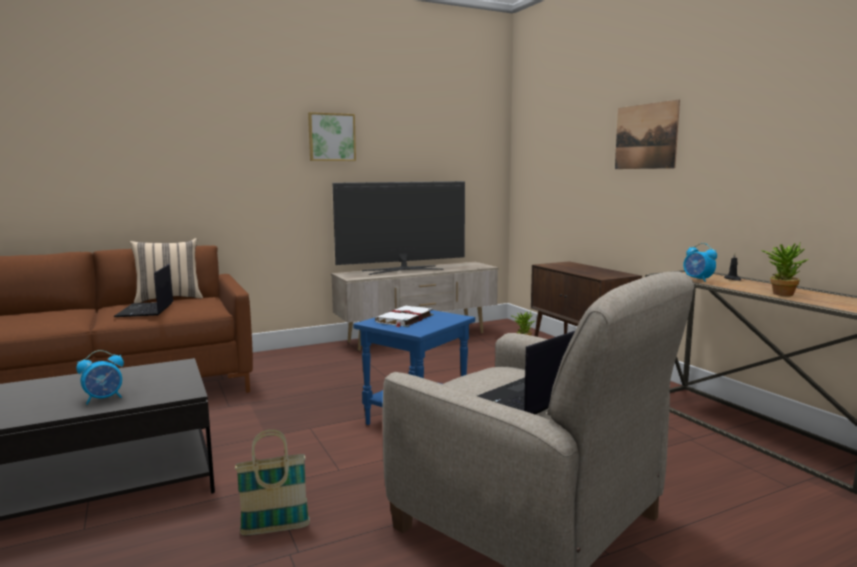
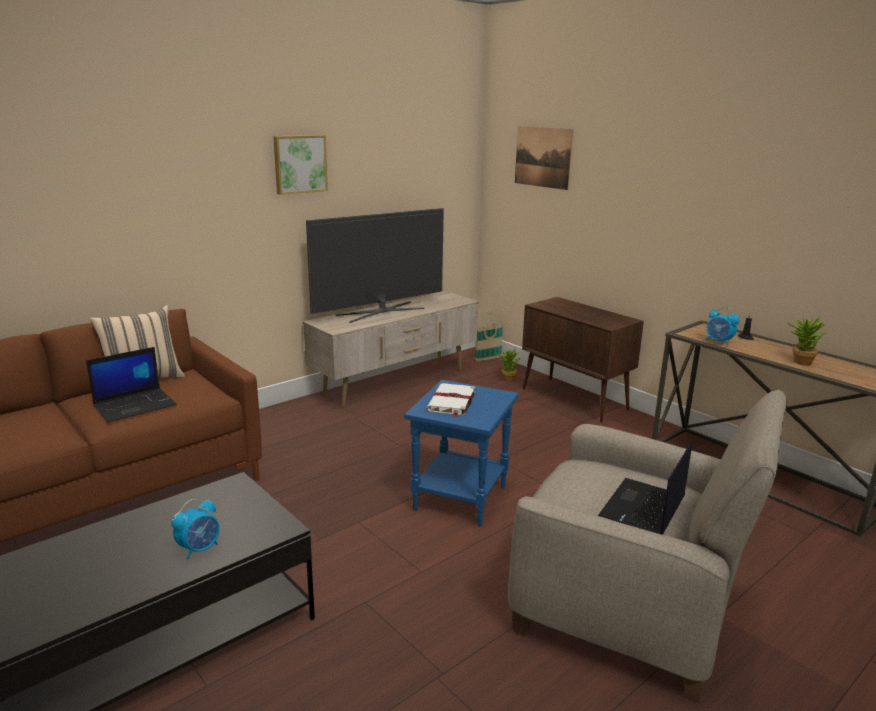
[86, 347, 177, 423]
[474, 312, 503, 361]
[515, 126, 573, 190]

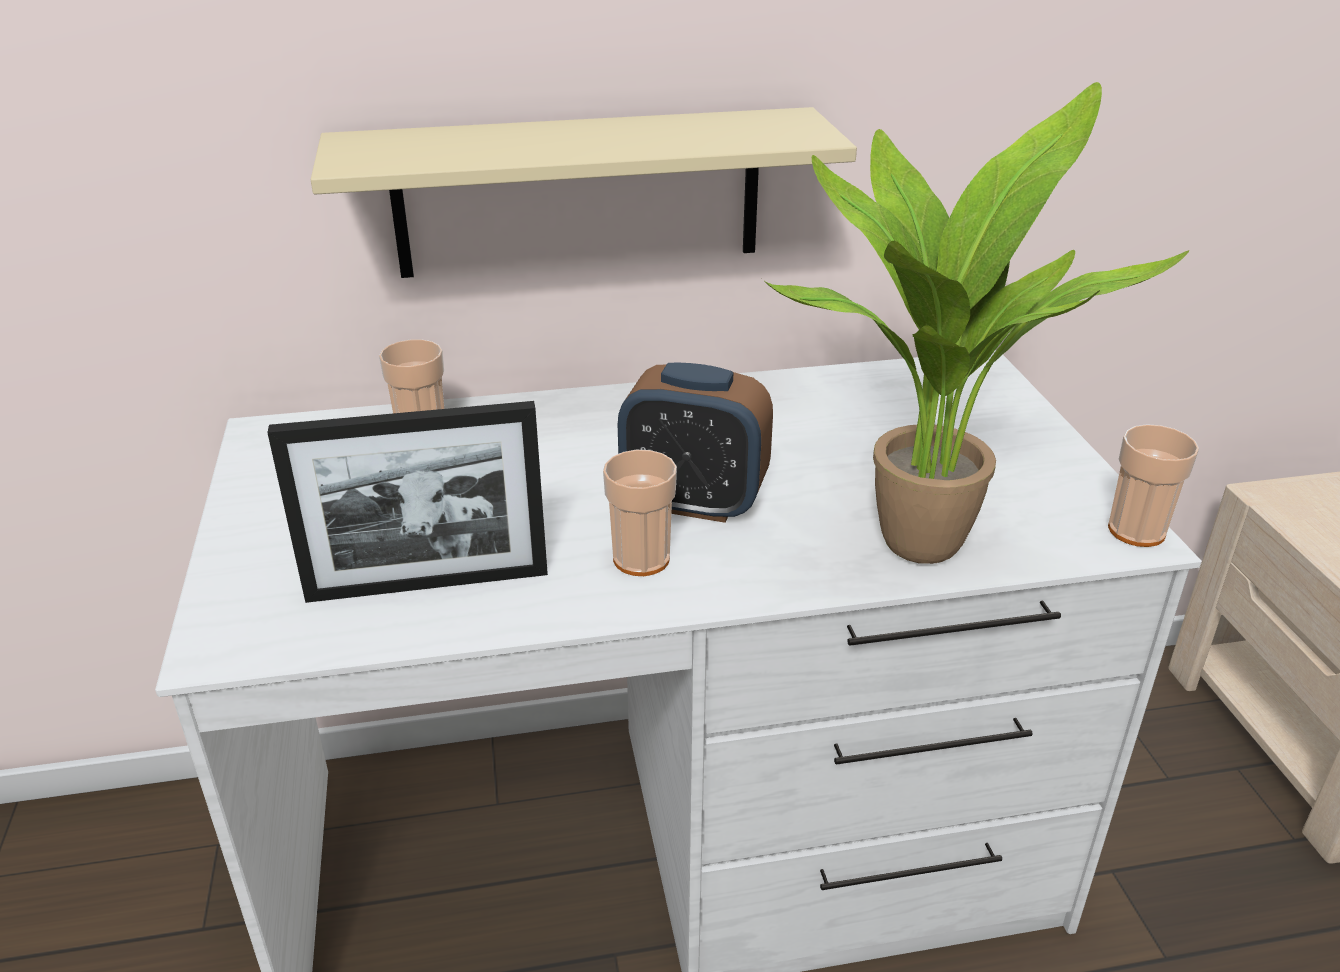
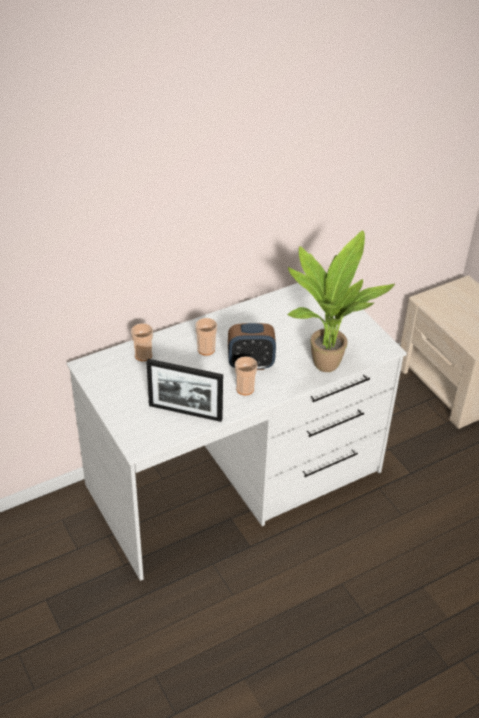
[146, 359, 223, 422]
[195, 318, 217, 356]
[311, 107, 857, 278] (first image)

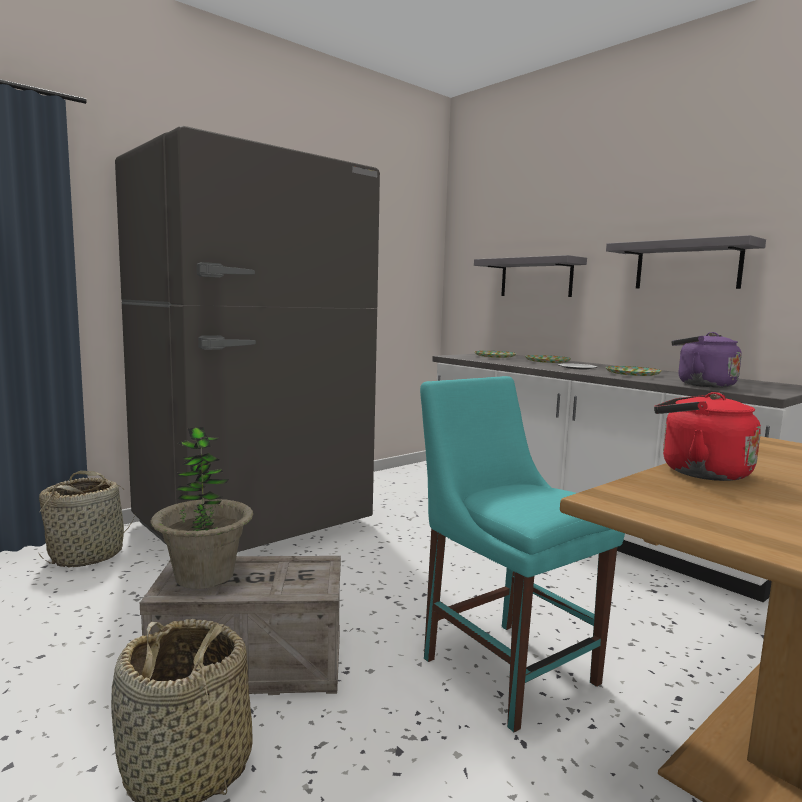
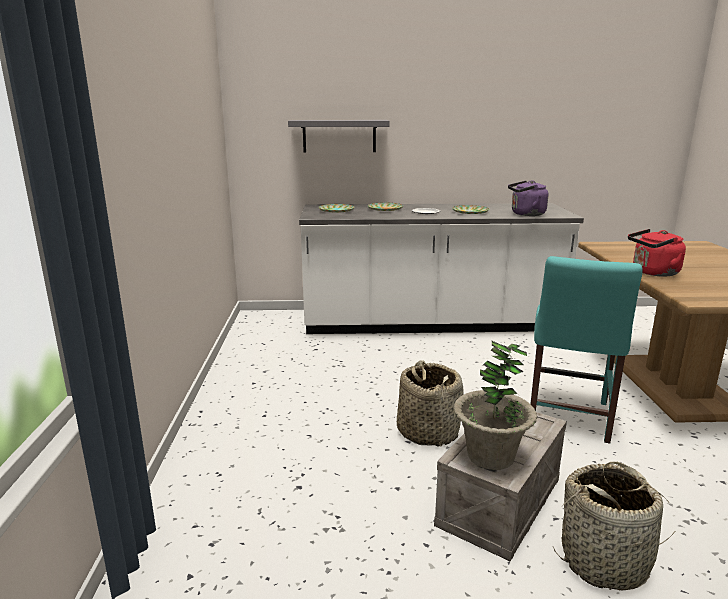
[397, 360, 464, 446]
[531, 256, 643, 443]
[115, 126, 380, 552] (first image)
[606, 235, 766, 289] (first image)

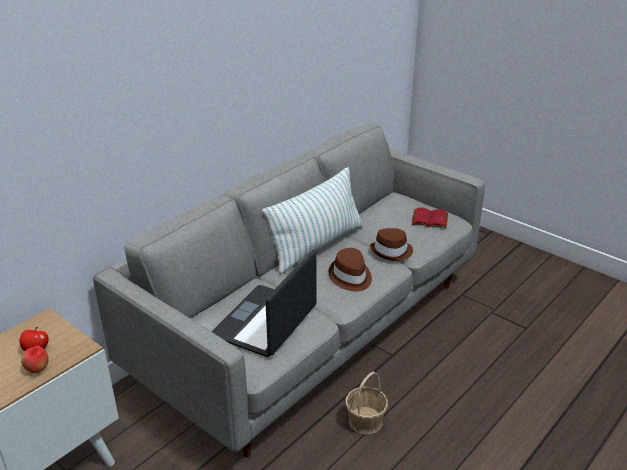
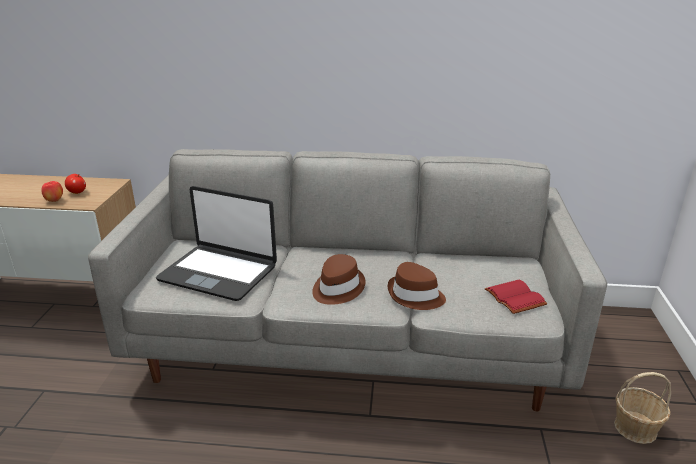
[156, 186, 277, 301]
[614, 372, 671, 444]
[262, 167, 364, 275] (first image)

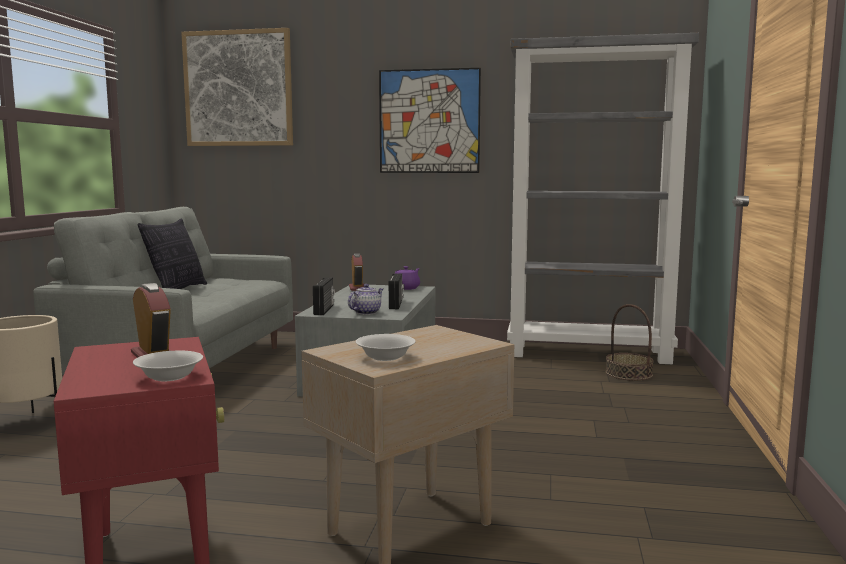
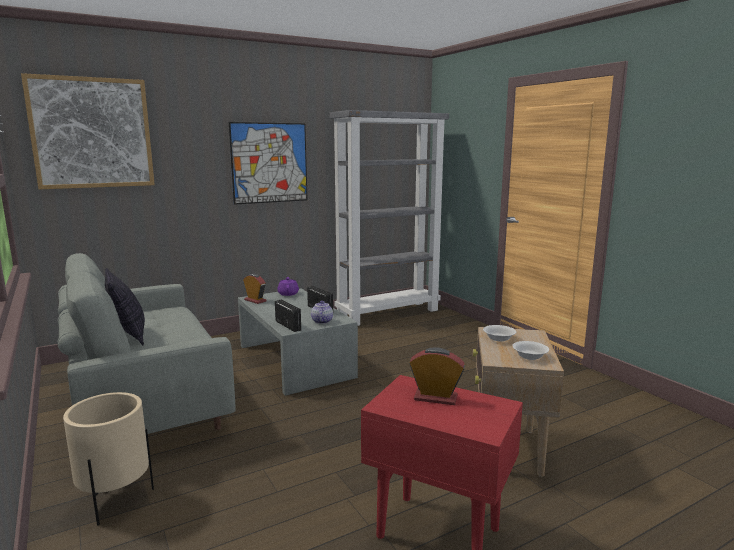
[483, 325, 516, 342]
[606, 304, 654, 381] (first image)

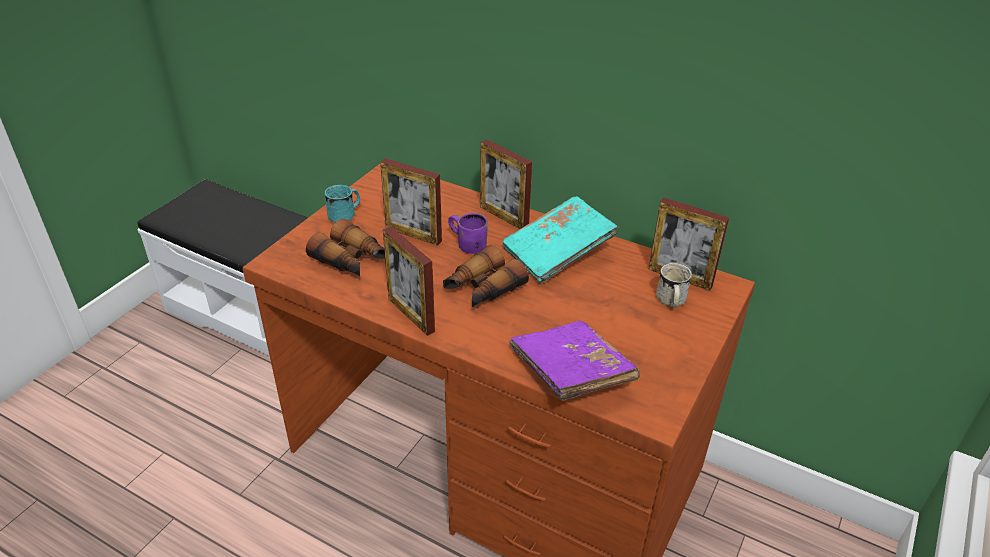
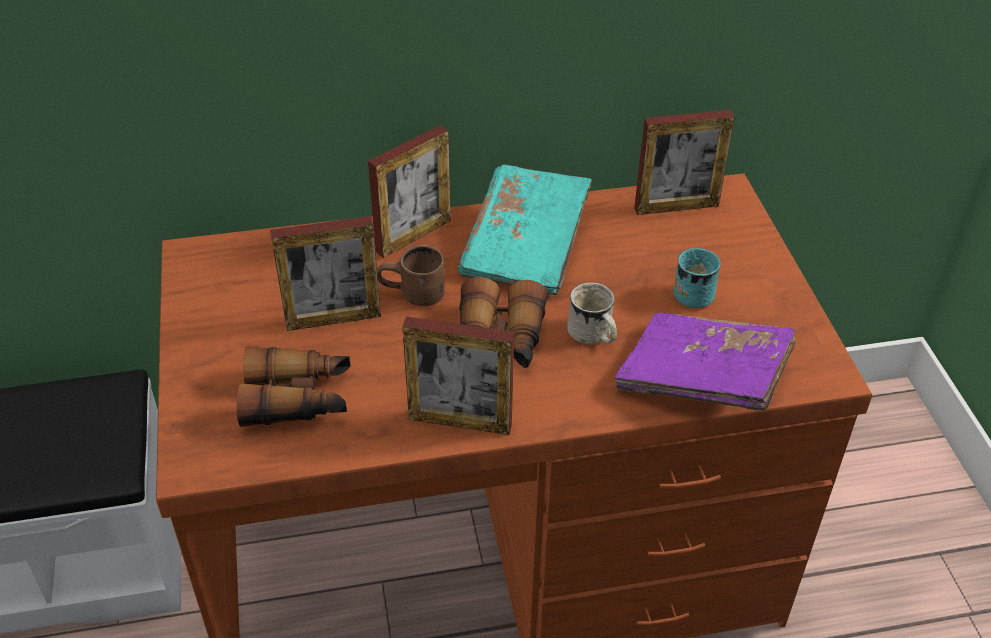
[368, 125, 451, 258]
[377, 245, 445, 306]
[567, 282, 617, 345]
[673, 248, 721, 308]

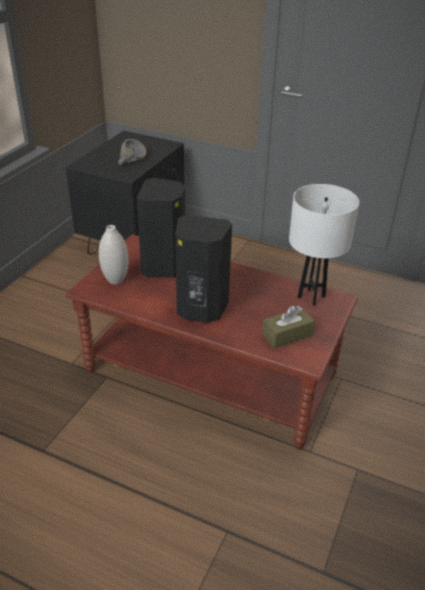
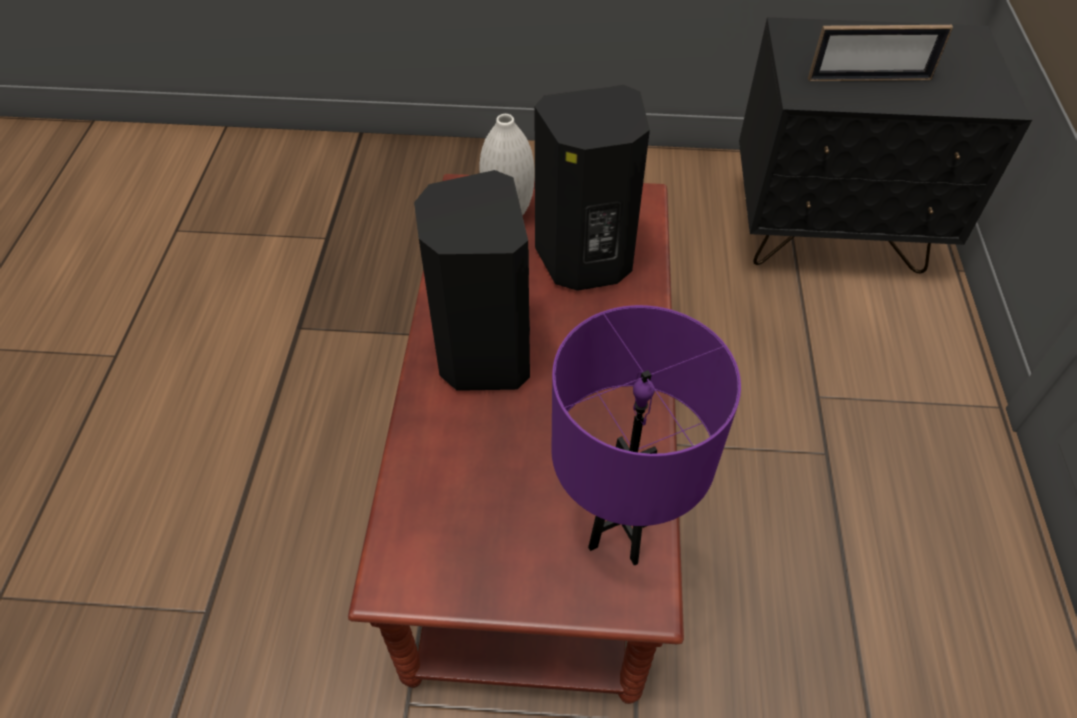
[552, 305, 741, 566]
[808, 25, 953, 81]
[262, 306, 315, 349] (first image)

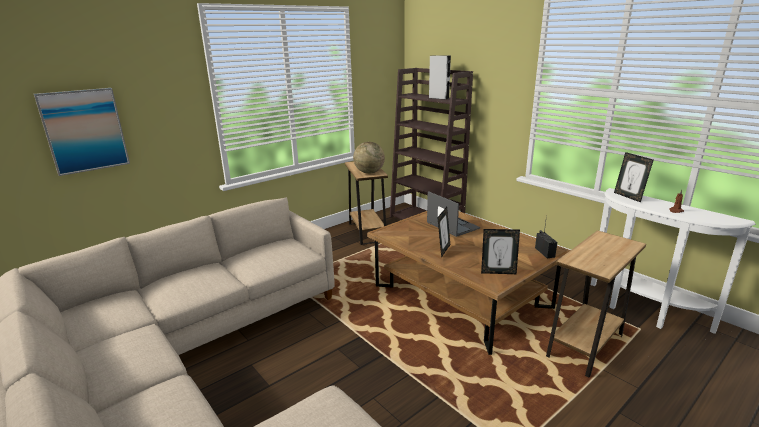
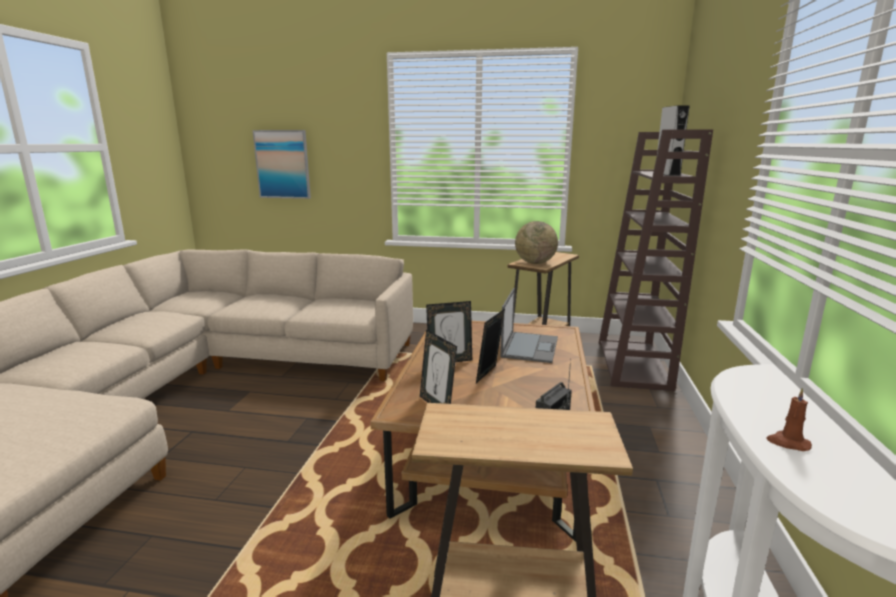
[476, 309, 505, 383]

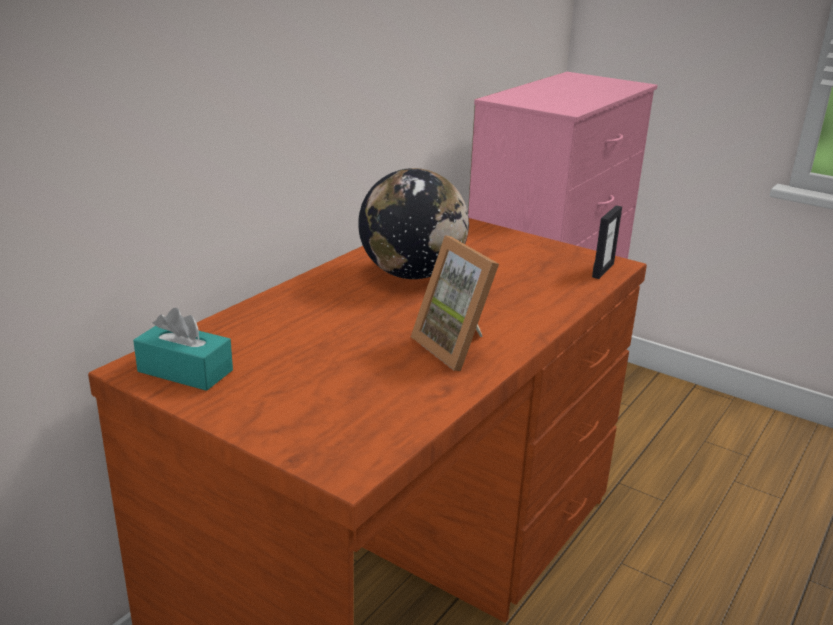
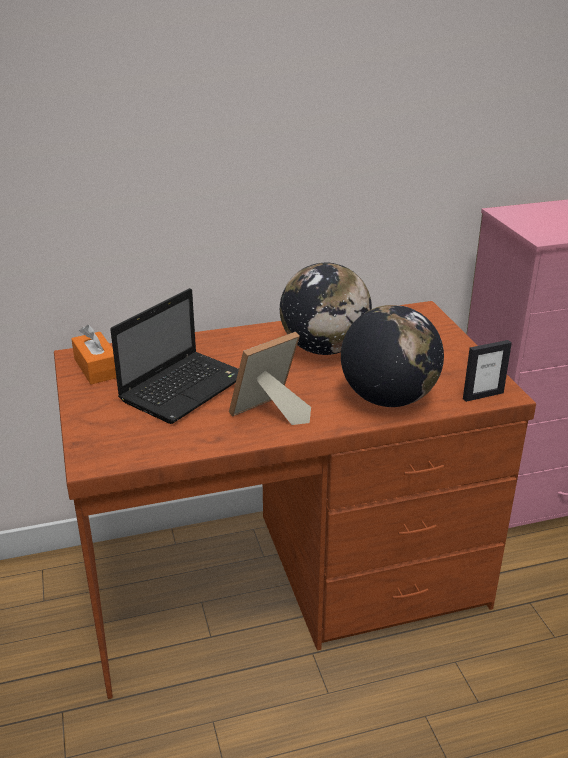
[71, 325, 116, 384]
[110, 288, 239, 424]
[229, 332, 311, 425]
[341, 305, 444, 407]

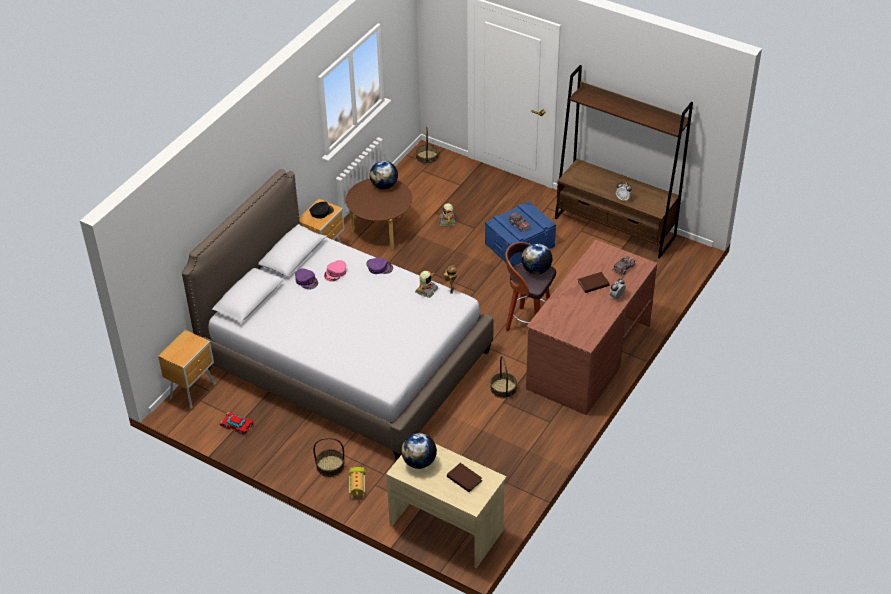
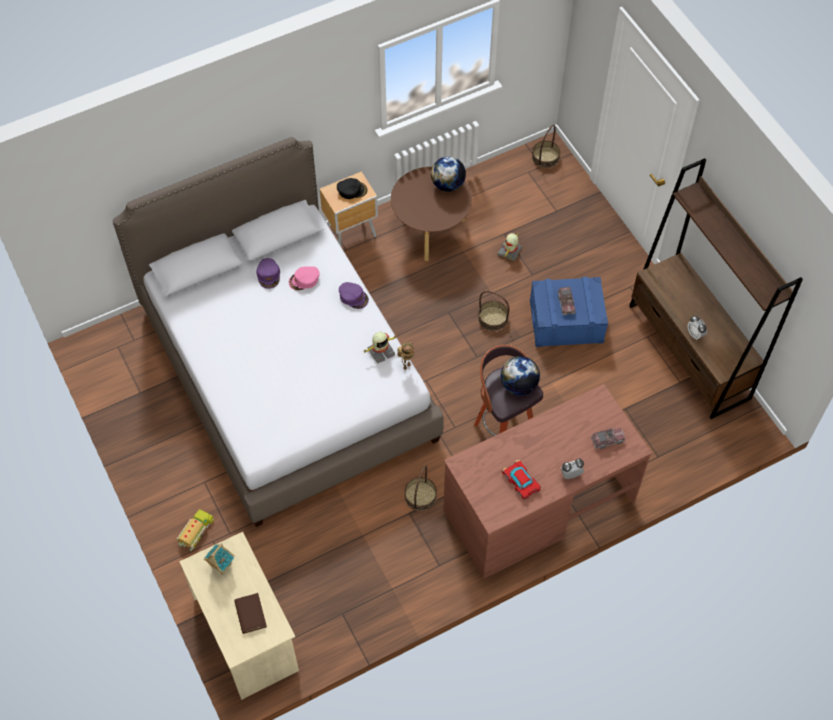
[203, 543, 234, 575]
[478, 291, 509, 331]
[502, 460, 541, 500]
[158, 330, 215, 409] (first image)
[578, 272, 610, 293] (first image)

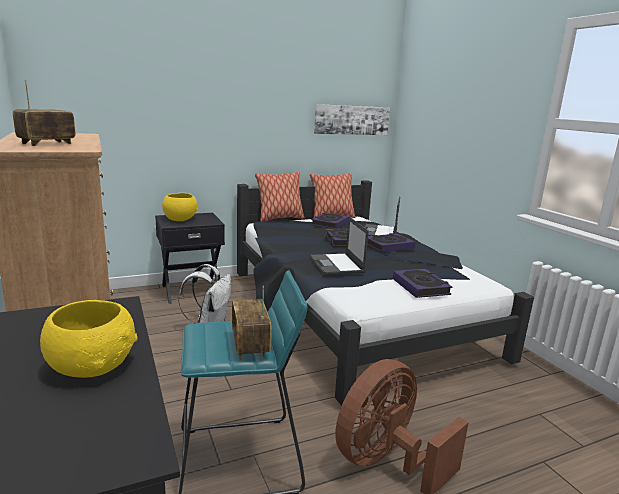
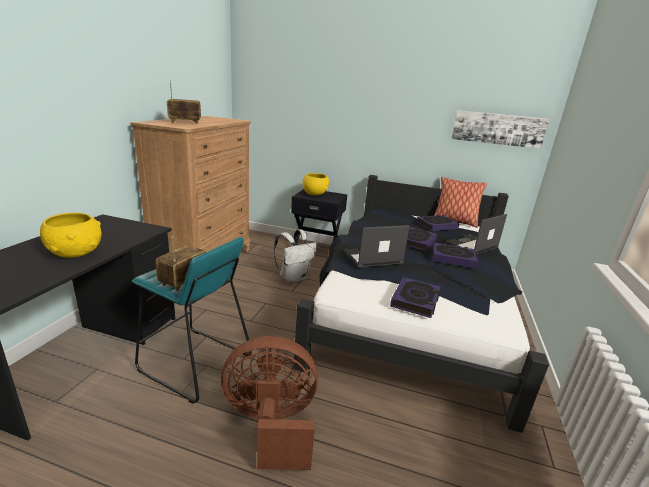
[343, 225, 410, 267]
[255, 172, 304, 222] (first image)

